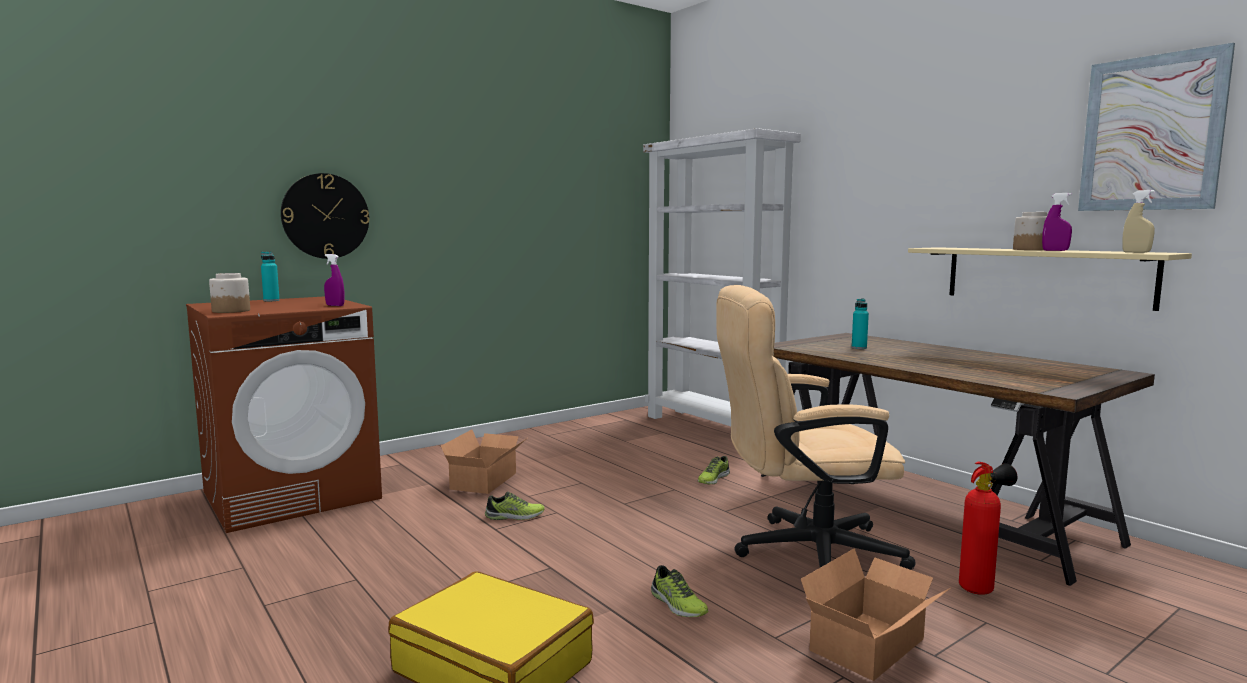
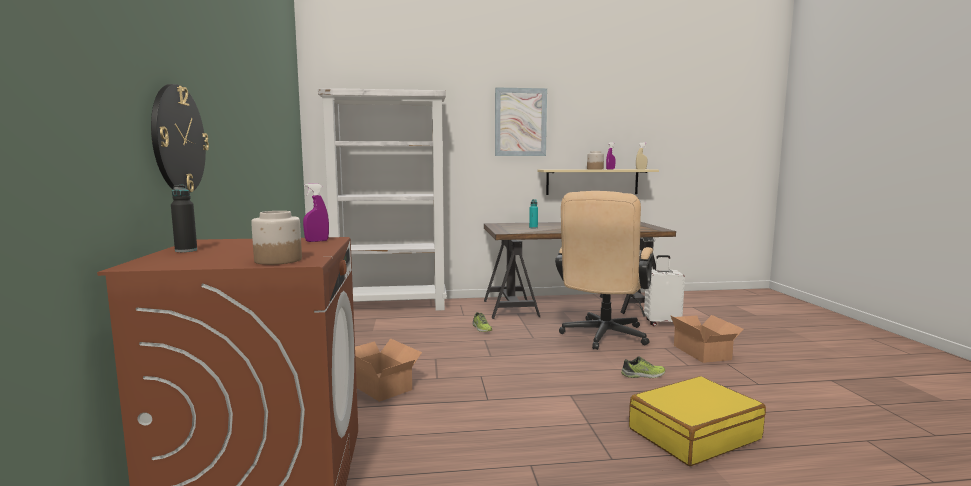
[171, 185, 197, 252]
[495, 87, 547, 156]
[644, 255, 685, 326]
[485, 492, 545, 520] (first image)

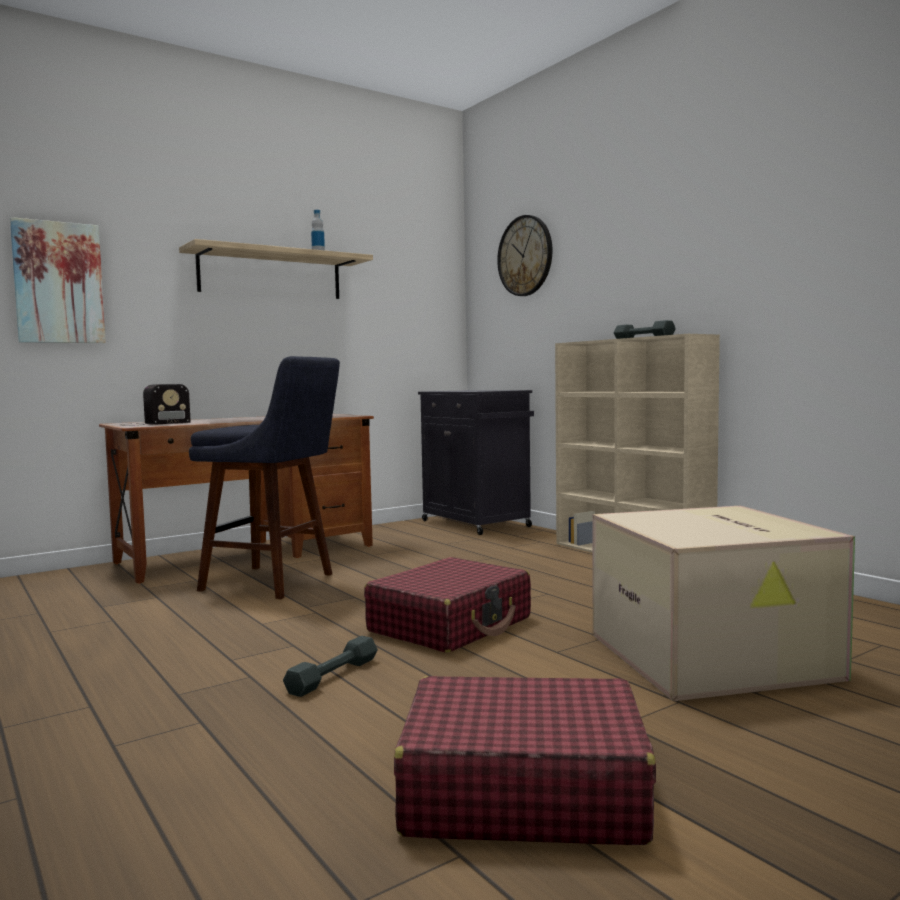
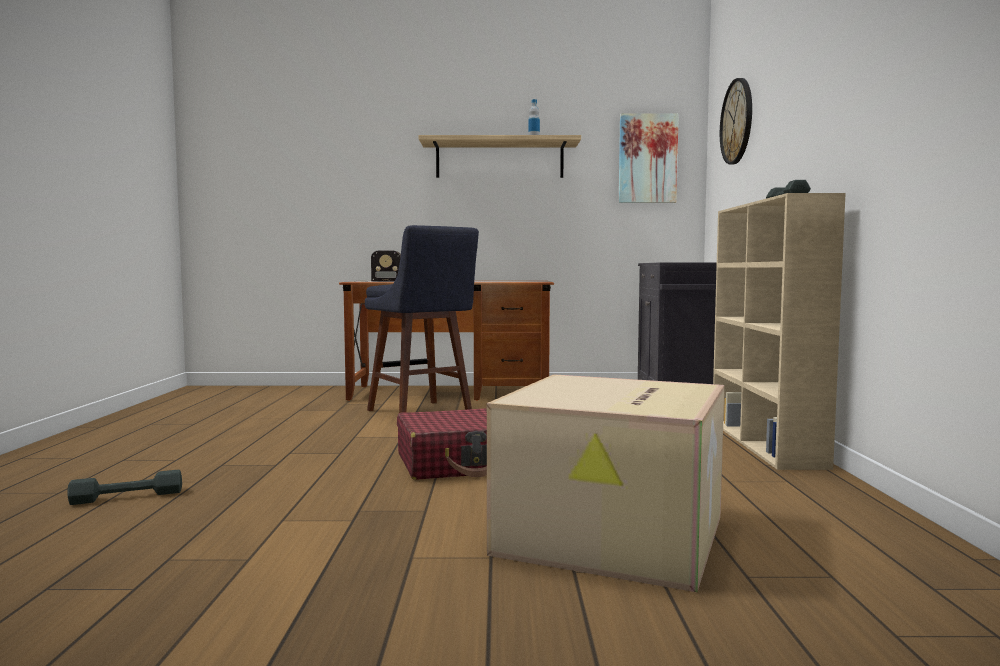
[67, 470, 182, 505]
[619, 113, 679, 203]
[394, 676, 656, 845] (first image)

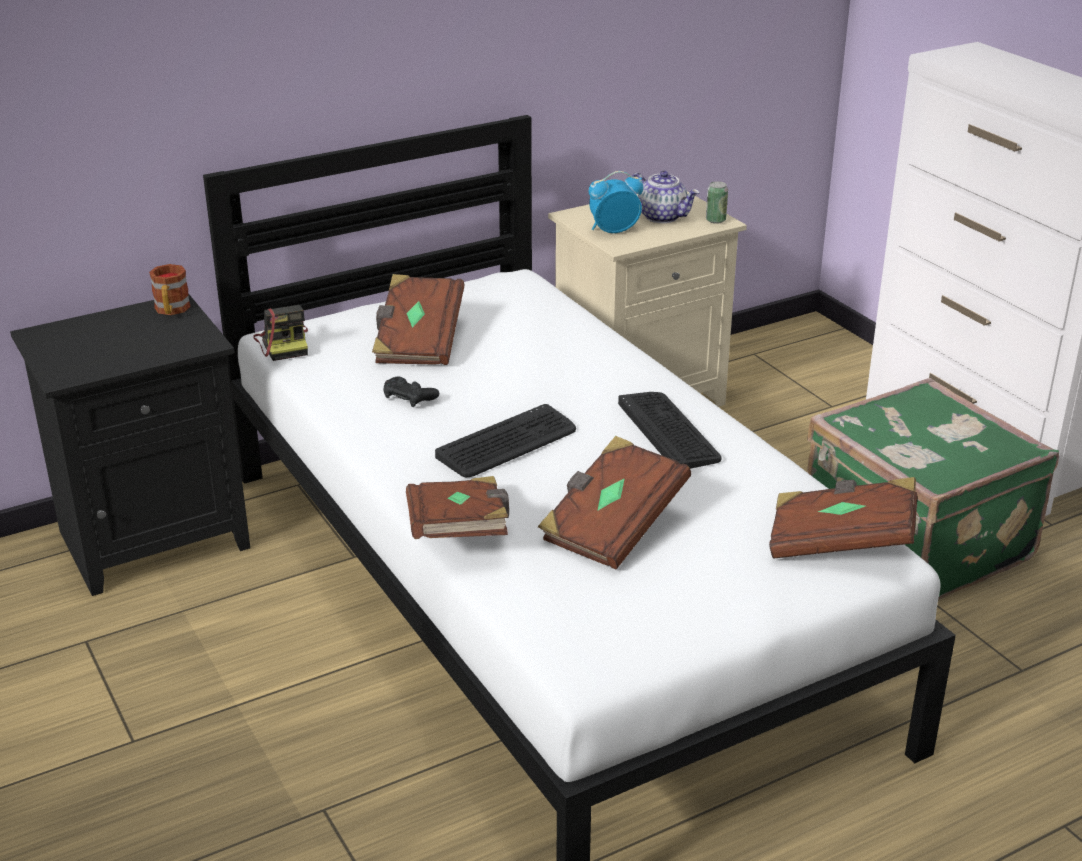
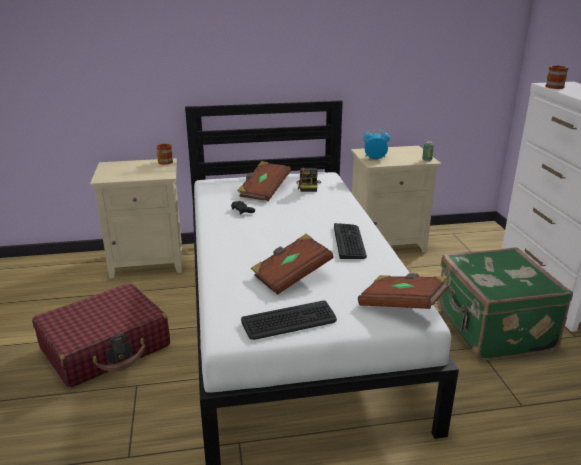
[32, 283, 170, 388]
[90, 158, 182, 279]
[241, 301, 337, 340]
[297, 168, 321, 192]
[545, 66, 569, 89]
[406, 476, 509, 539] (first image)
[632, 171, 700, 223] (first image)

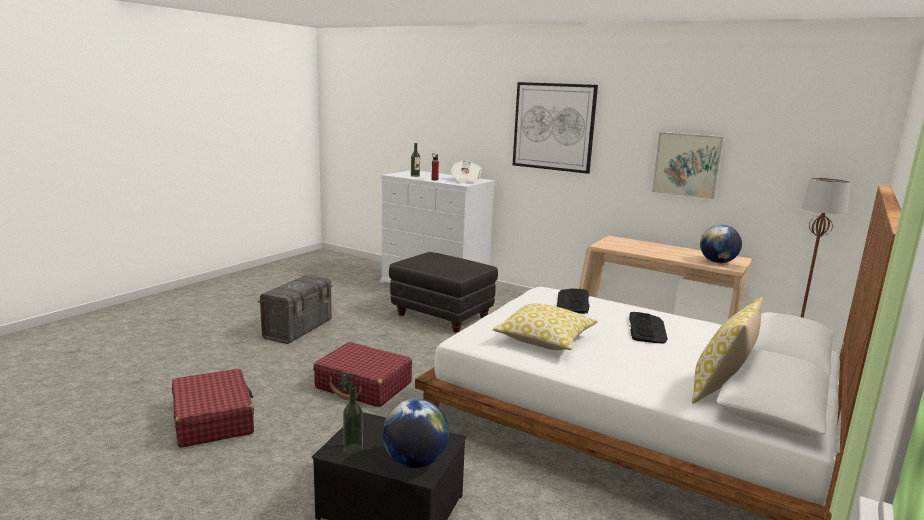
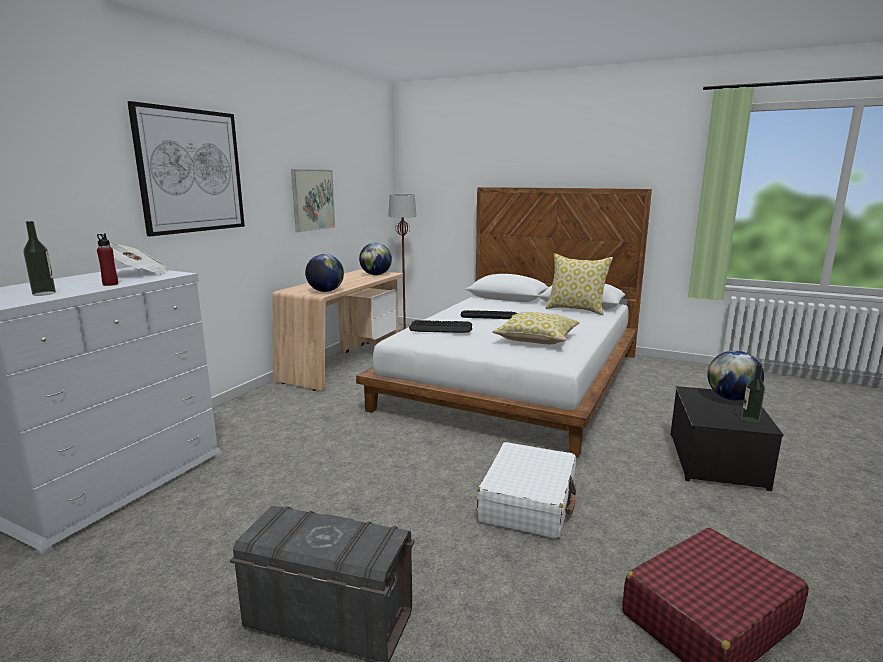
[305, 254, 344, 292]
[477, 442, 576, 539]
[389, 252, 498, 333] (first image)

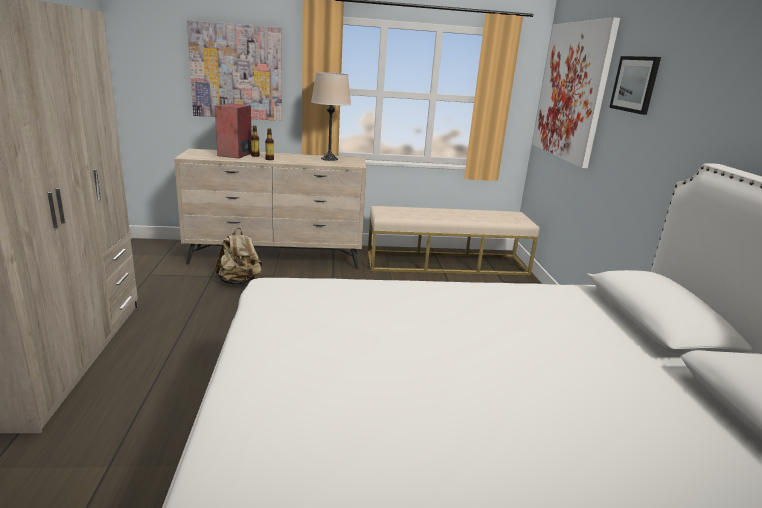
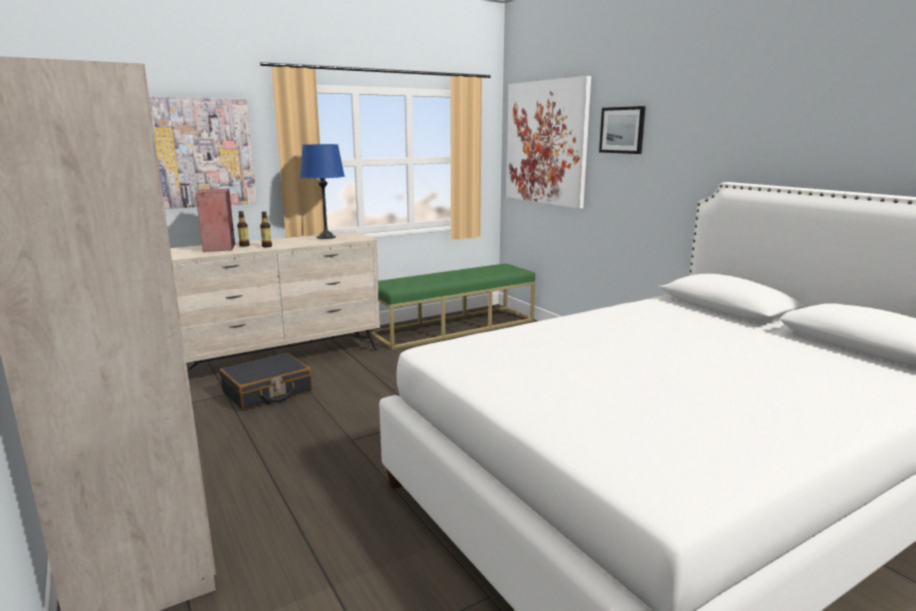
[220, 353, 312, 410]
[300, 144, 345, 239]
[371, 264, 535, 350]

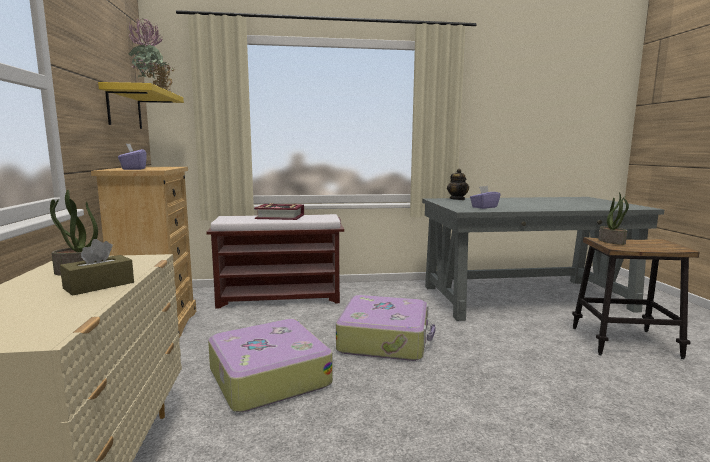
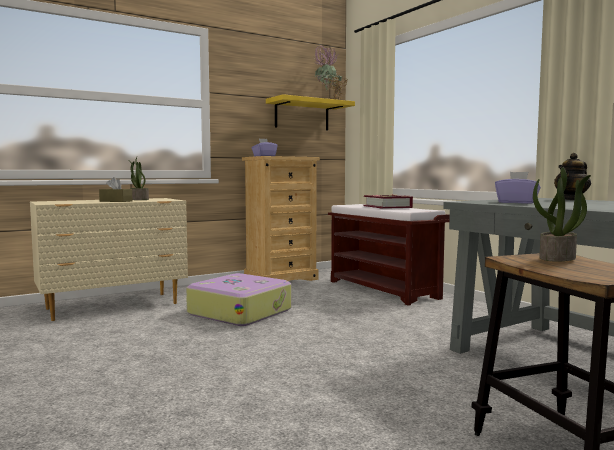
[336, 295, 436, 361] (first image)

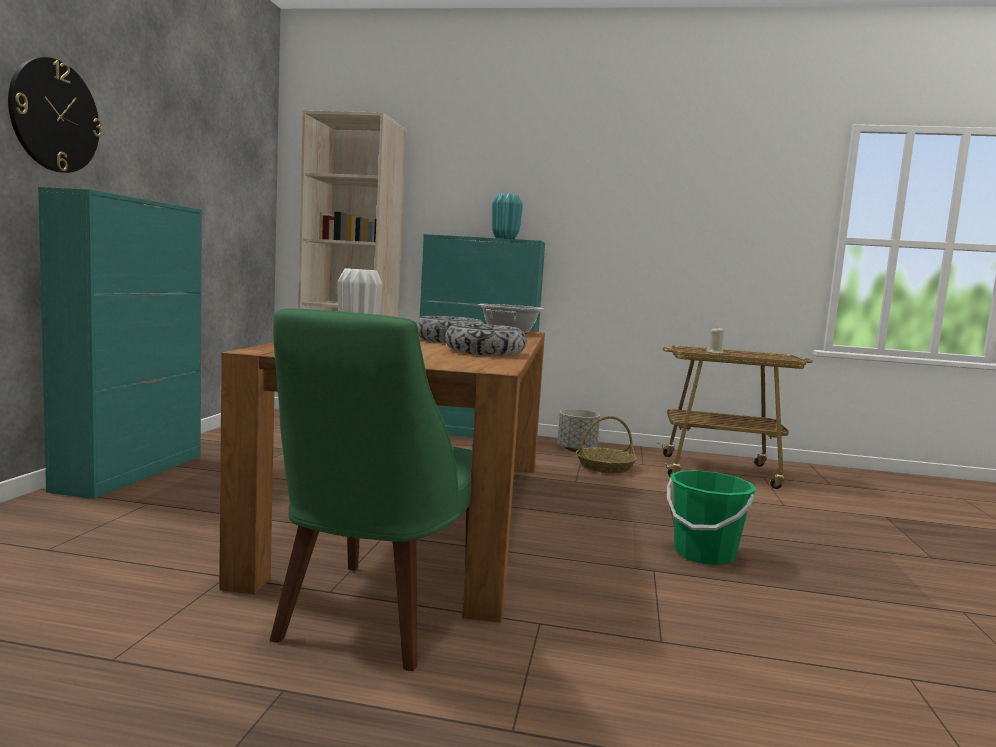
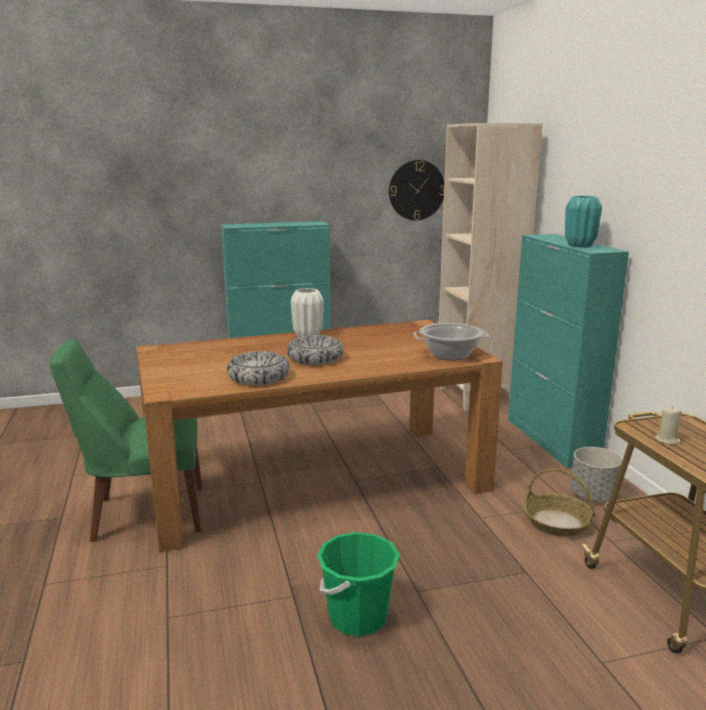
[389, 160, 444, 221]

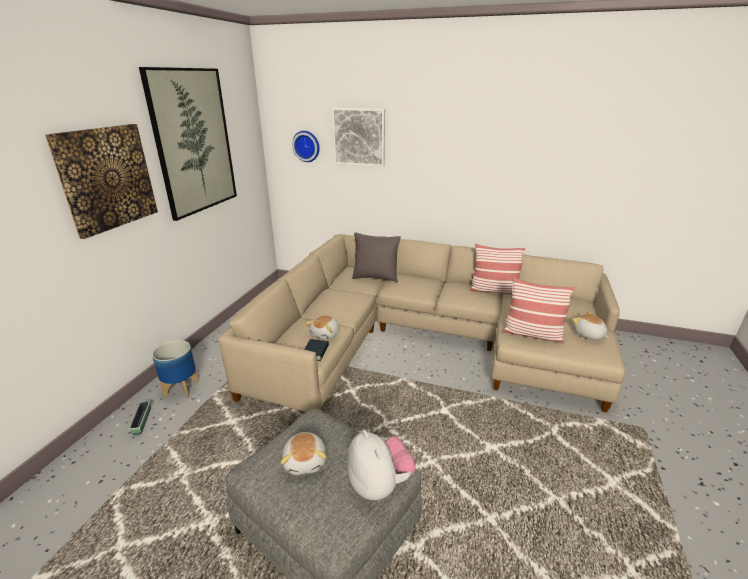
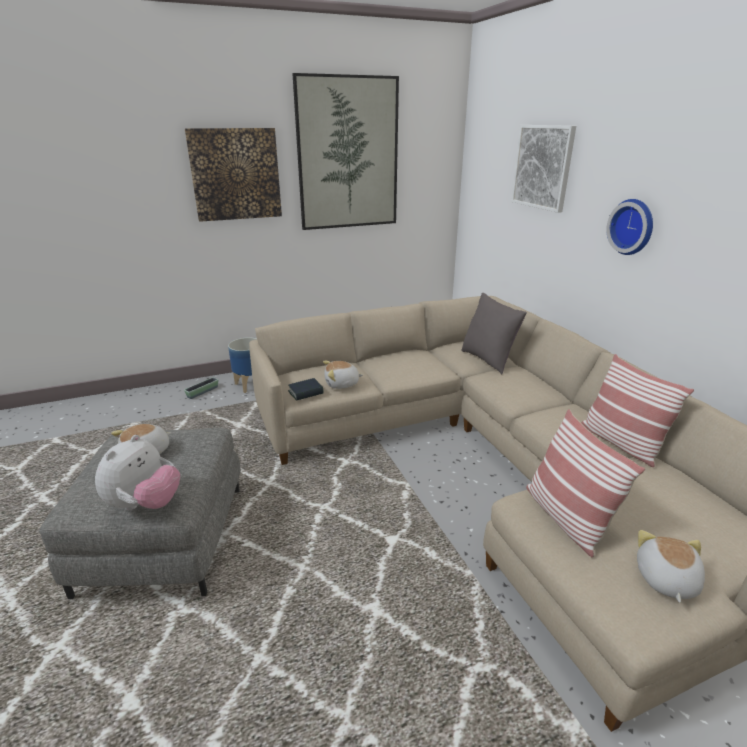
[606, 199, 653, 255]

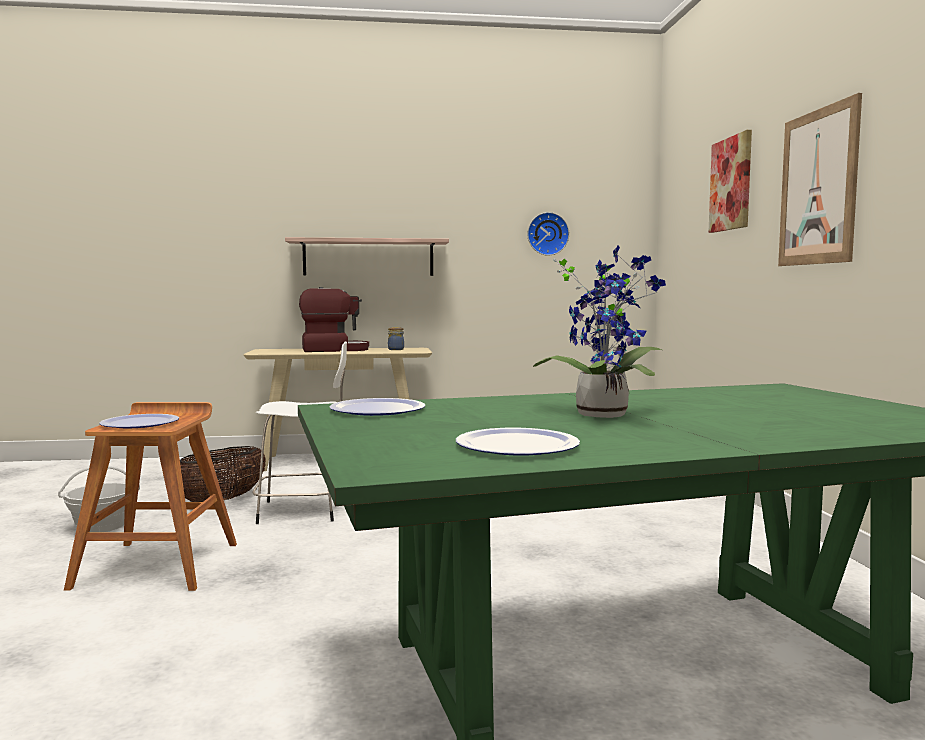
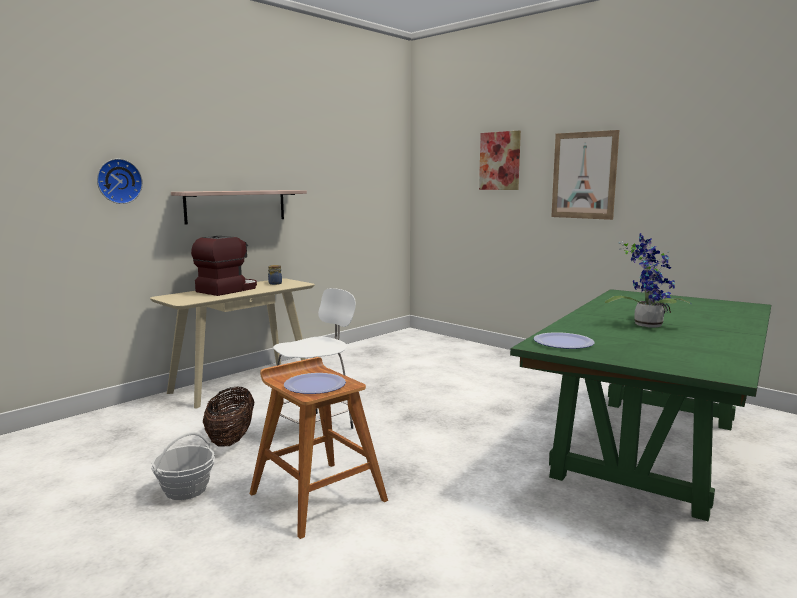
[97, 159, 143, 204]
[456, 428, 580, 456] (first image)

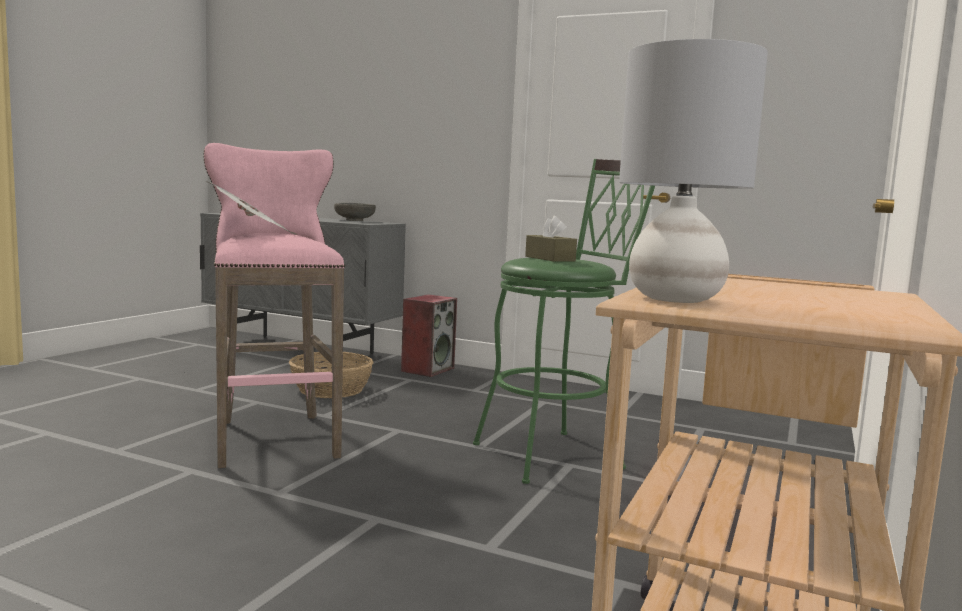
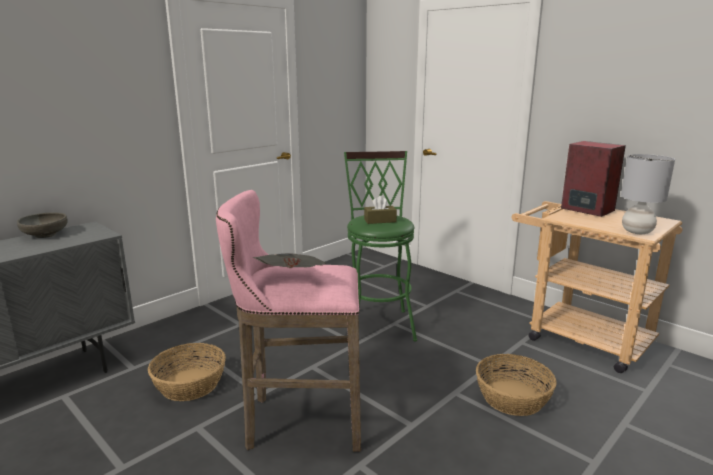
[476, 354, 557, 416]
[561, 141, 626, 217]

